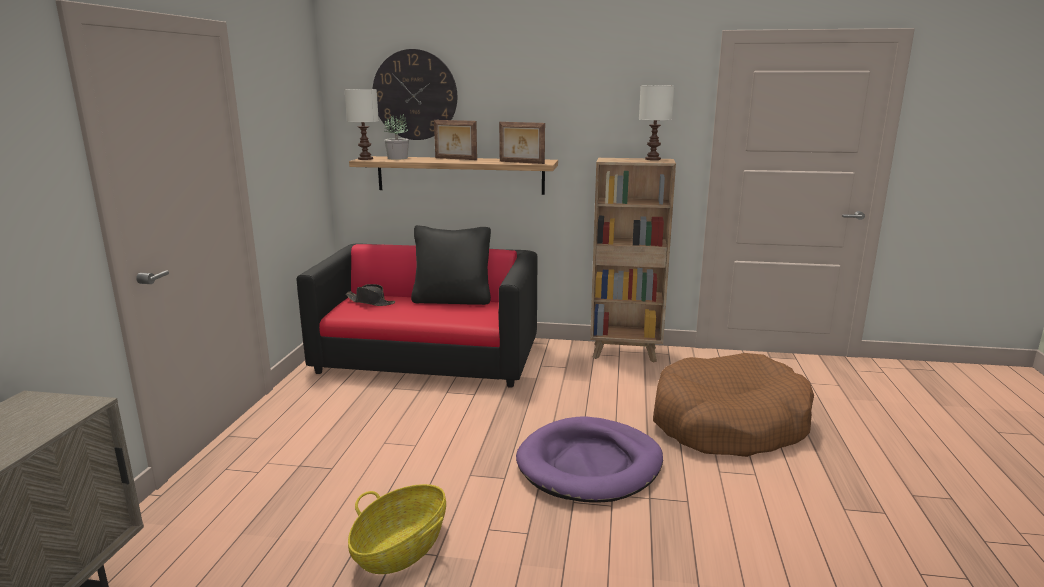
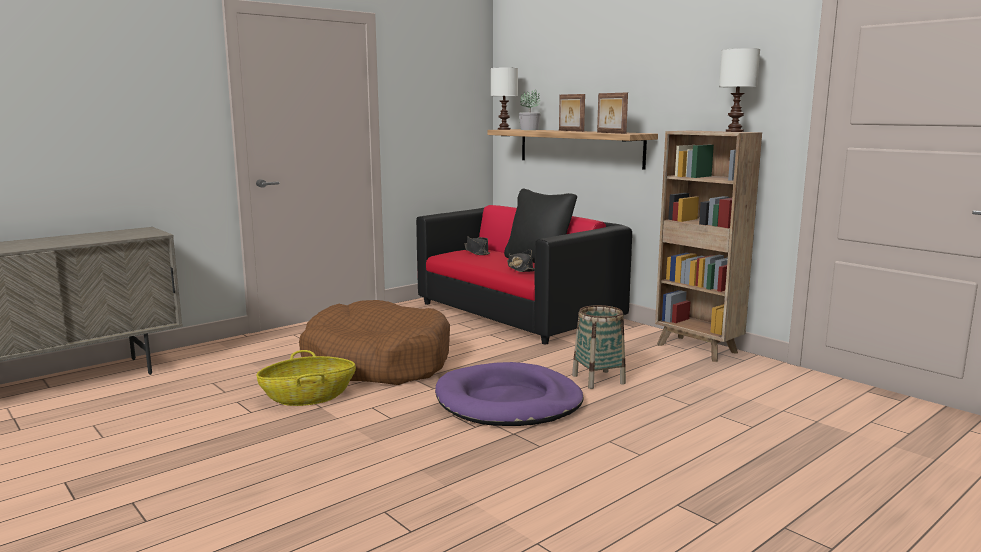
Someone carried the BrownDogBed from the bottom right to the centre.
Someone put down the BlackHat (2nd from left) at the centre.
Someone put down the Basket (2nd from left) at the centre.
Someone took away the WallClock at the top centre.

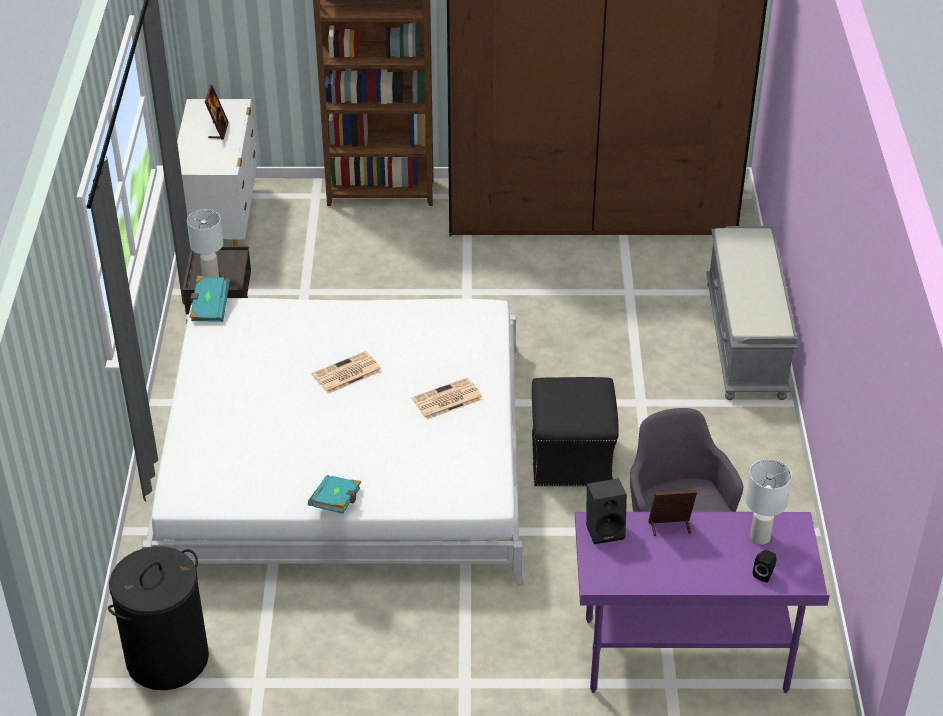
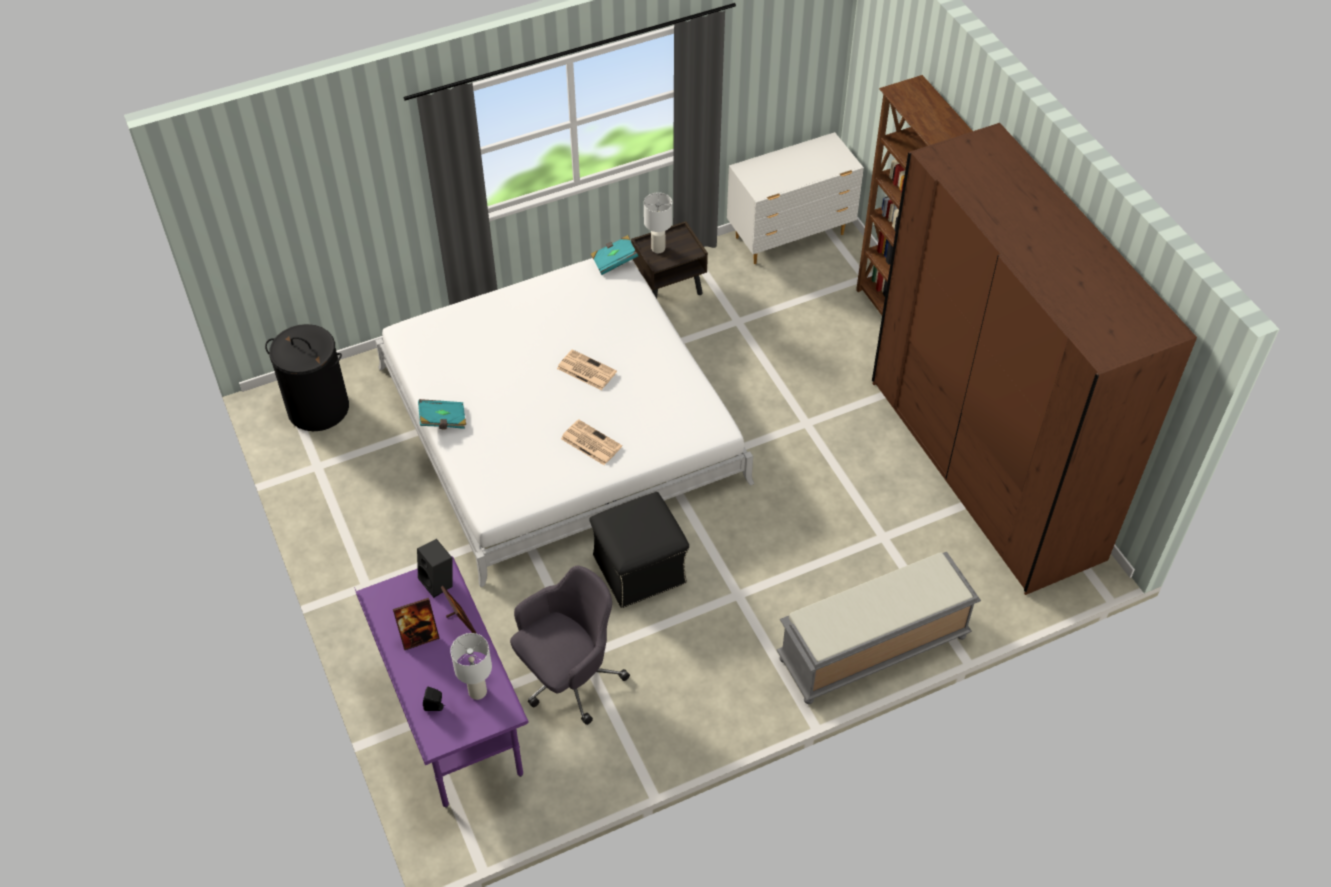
Someone carried the PictureFrame (1st from left) from the top left to the bottom left.

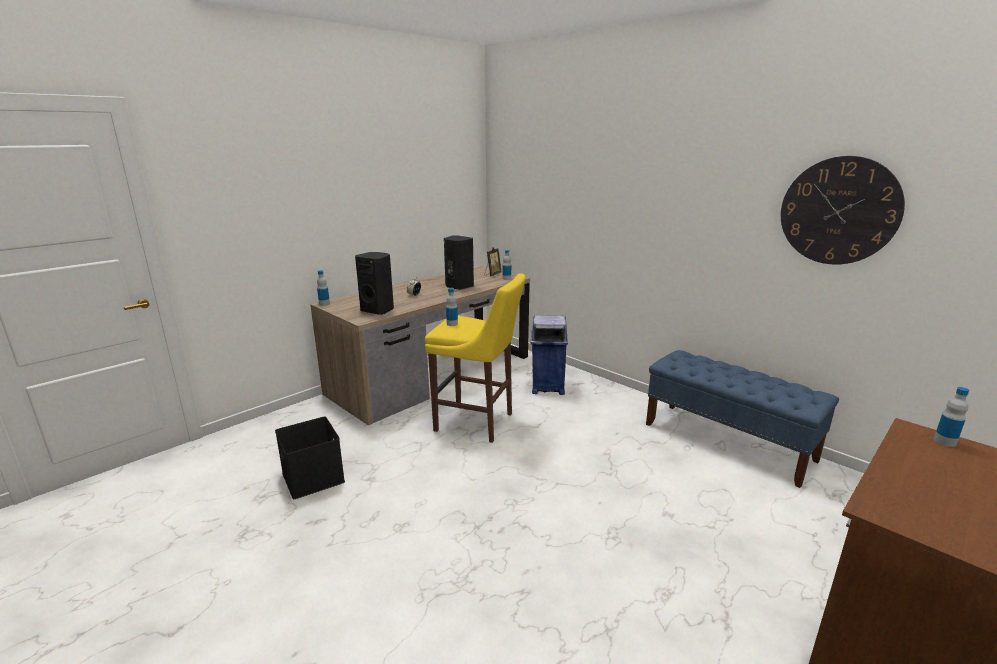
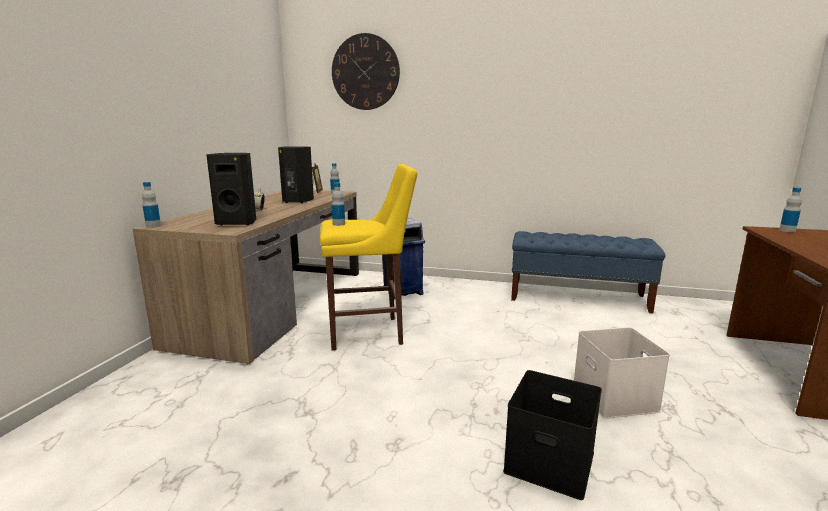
Someone carried the WallClock from the top right to the top centre.
Someone carried the BlackStorageBox from the bottom left to the bottom right.
Someone put down the WhiteStorageBox at the bottom right.

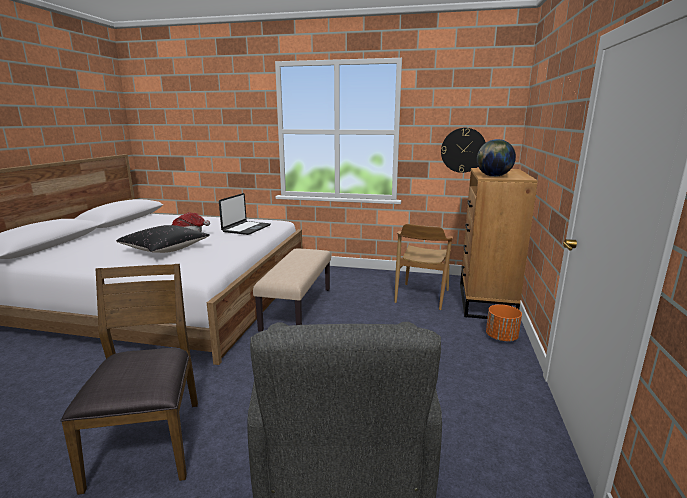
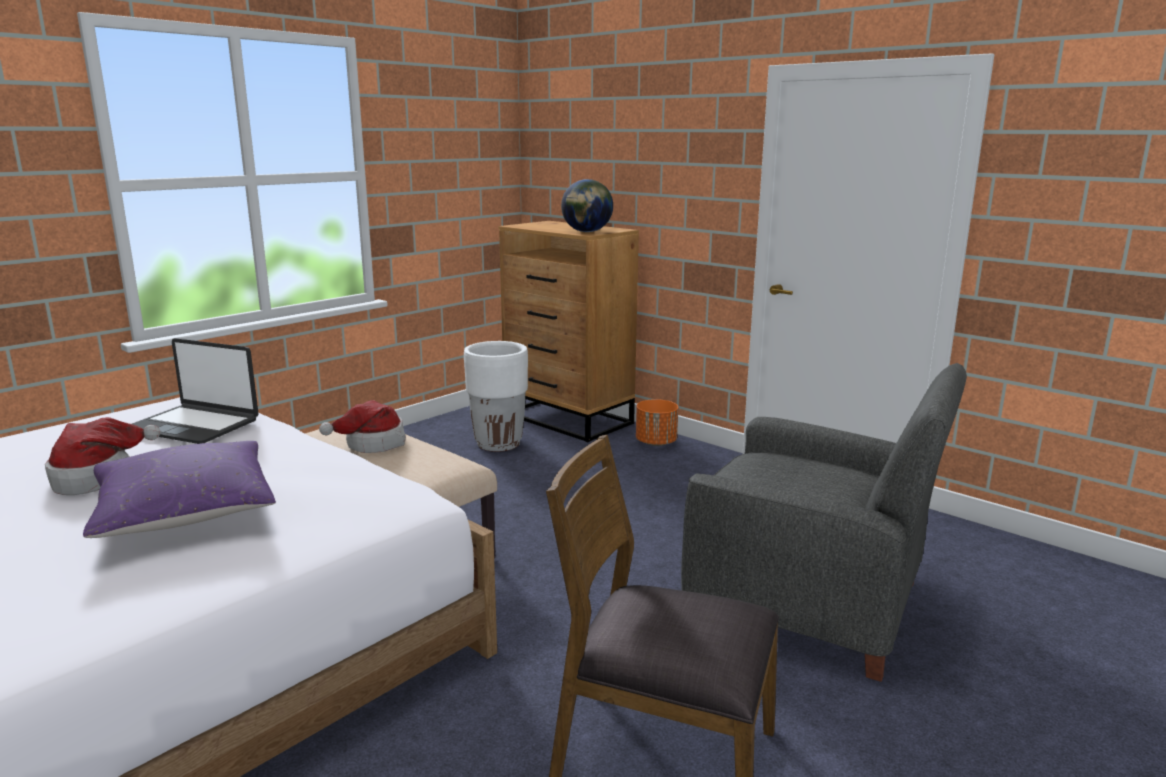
Someone repainted the BlackPillow at the middle left, which became the PurplePillow at the middle left.
Someone rotated the Laptop at the centre by 150 degrees clockwise.
Someone put down the Hat (2nd from left) at the middle left.
Someone swapped the BrownChair (2nd from left) at the centre for the WhitePlanter at the centre.
Someone took away the WallClock at the top right.

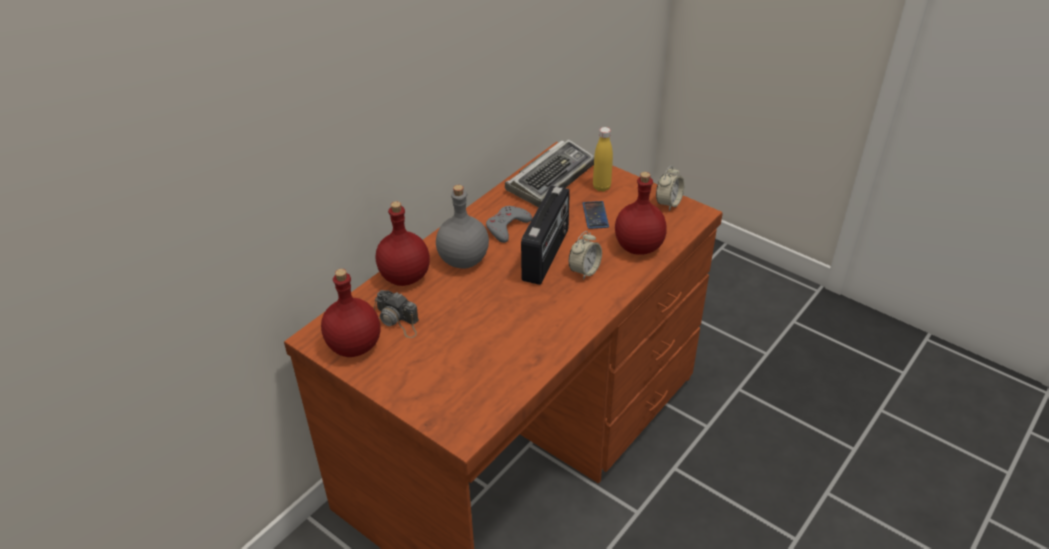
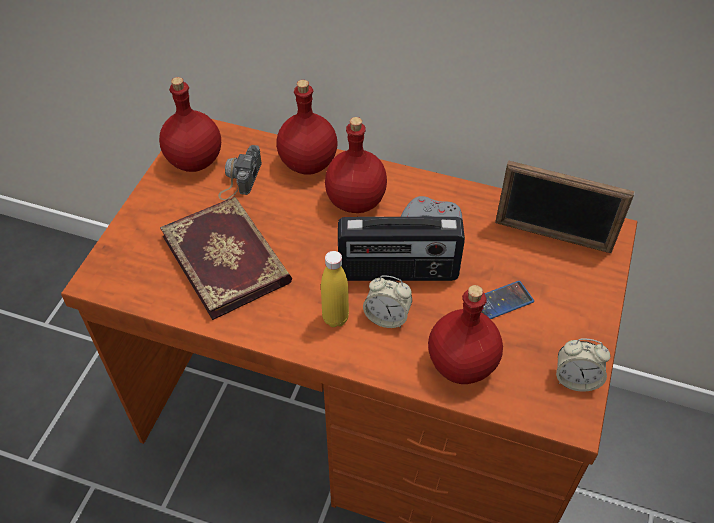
Someone put down the Book at the middle left.
Someone carried the YellowBottle from the top centre to the centre.
Someone repainted the GreyBottle at the centre, which became the RedBottle (3rd from left) at the top centre.
Someone swapped the Keyboard at the top centre for the PictureFrame at the middle right.

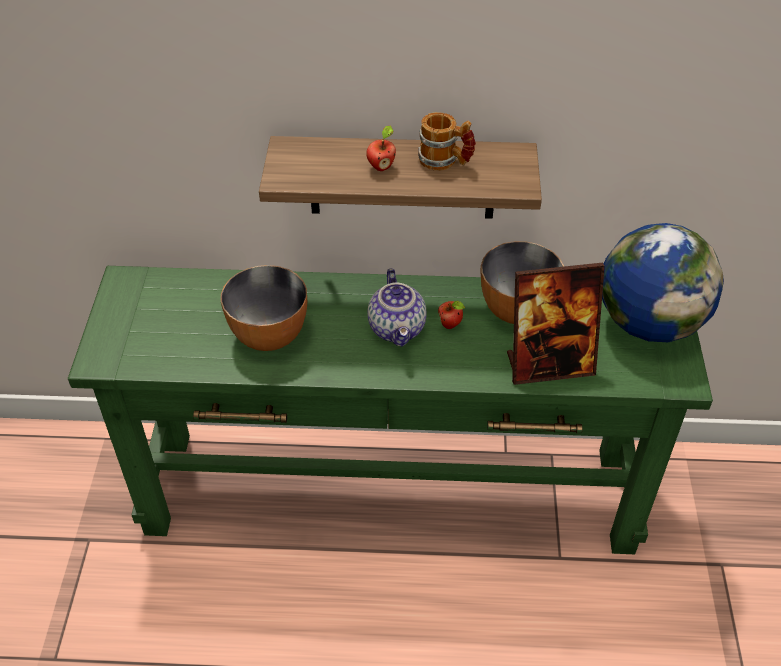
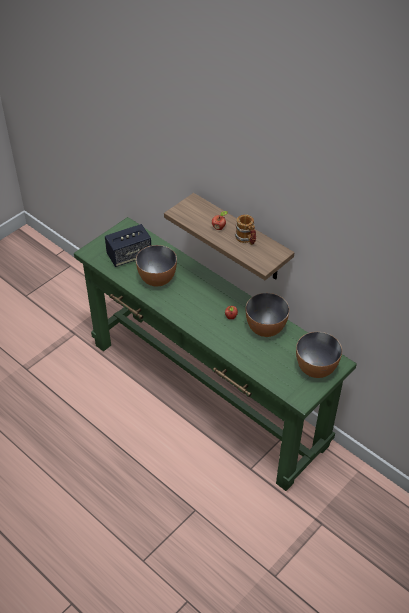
Someone put down the Speaker at the middle left.
Someone swapped the Globe at the middle right for the Bowl (3rd from left) at the middle right.
Someone took away the Teapot at the centre.
Someone took away the PictureFrame at the middle right.

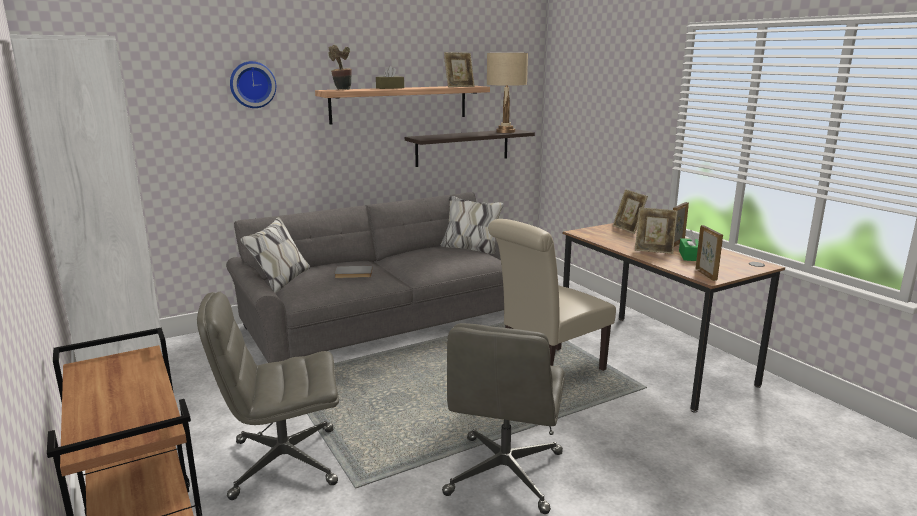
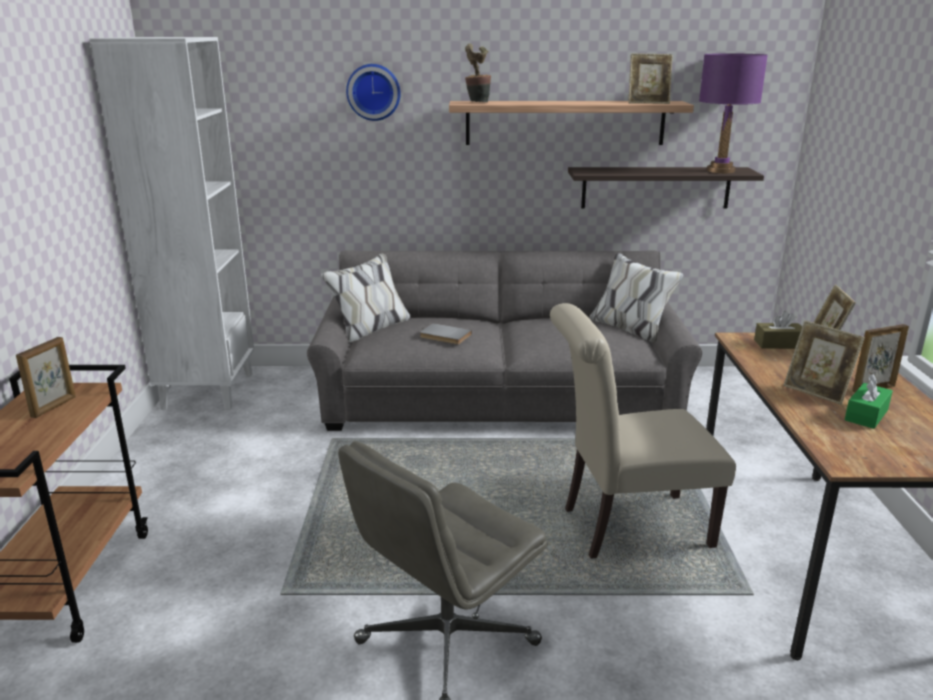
Someone carried the PictureFrame (5th from left in the first image) from the middle right to the middle left.
Someone repainted the BeigeTableLamp at the top centre, which became the PurpleTableLamp at the top right.
Someone carried the BrownTissueBox from the top centre to the middle right.
Someone took away the GreyOfficeChair (1st from left) at the bottom left.

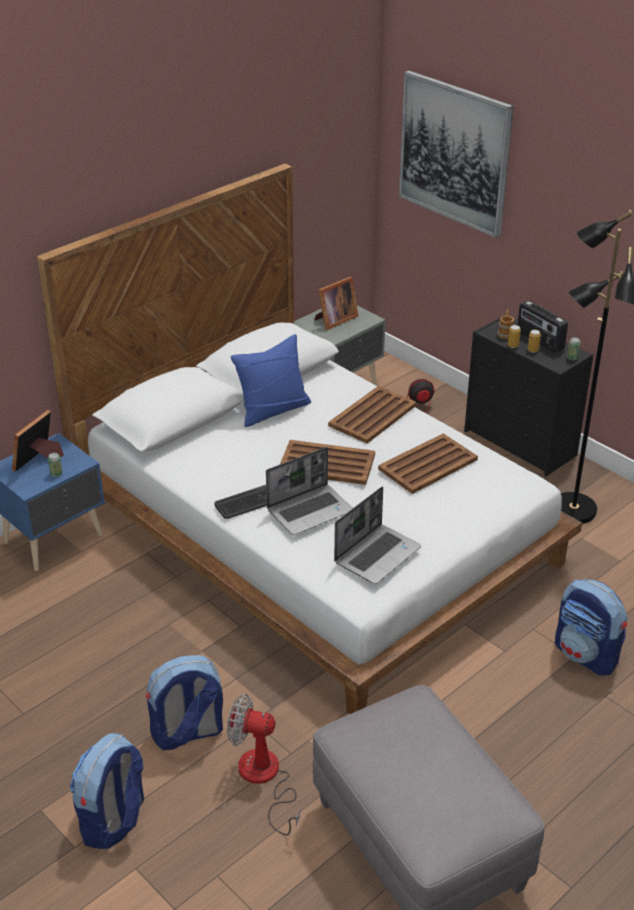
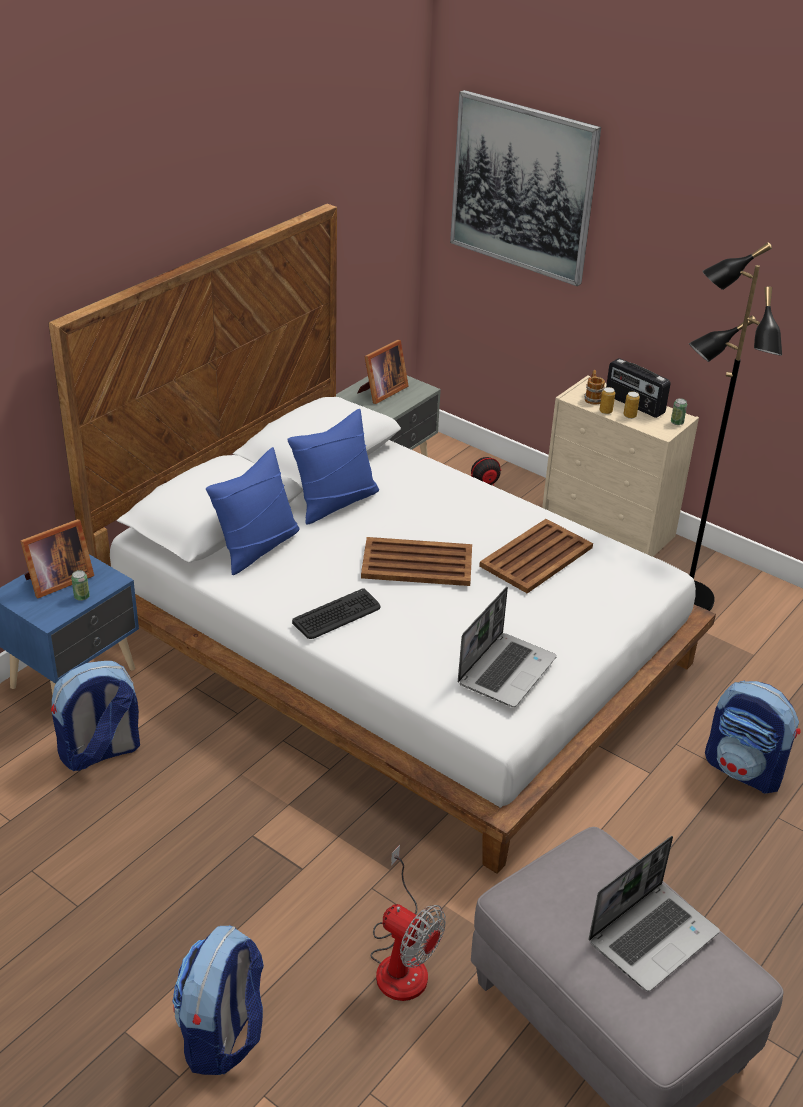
Someone rotated the PictureFrame (1st from left) at the middle left by 150 degrees counterclockwise.
Someone carried the Backpack (2nd from left in the first image) from the bottom left to the middle left.
Someone put down the BluePillow (1st from left) at the middle left.
Someone rotated the Fan (1st from left) at the bottom centre by 150 degrees counterclockwise.
Someone repainted the BlackDresser at the middle right, which became the BeigeDresser at the middle right.
Someone carried the Laptop (1st from left in the first image) from the centre to the bottom right.
Someone took away the BrownTray (2nd from left) at the centre.

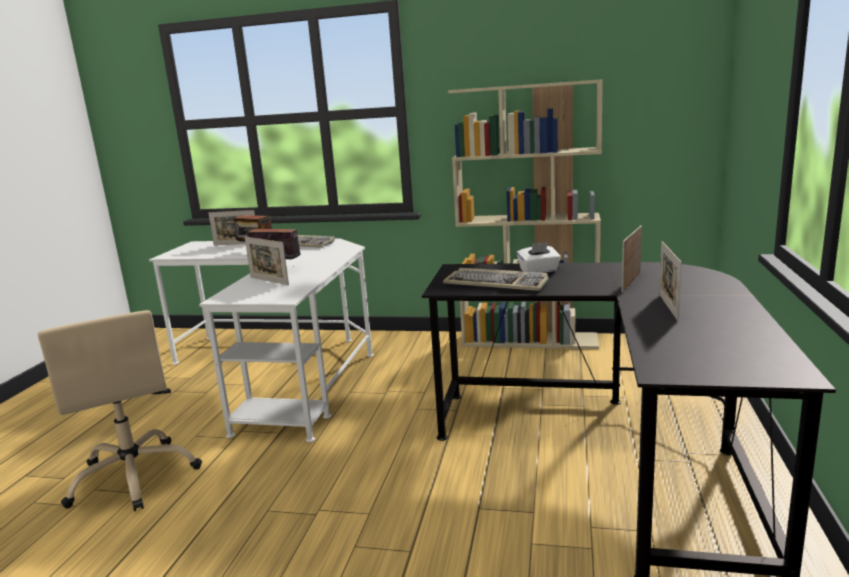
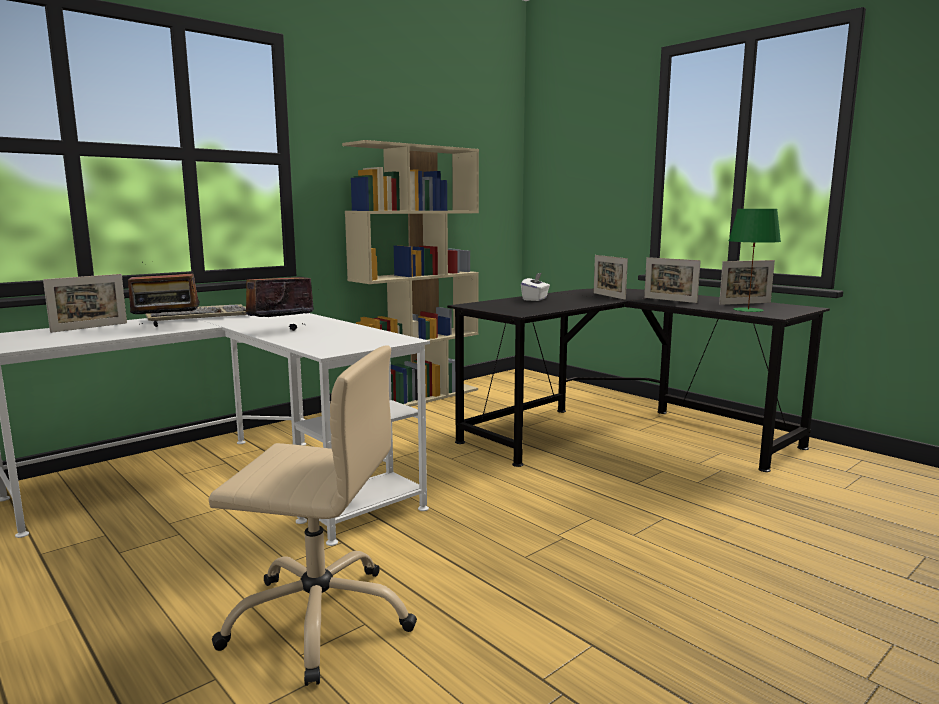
Someone carried the PictureFrame (2nd from left in the first image) from the middle left to the middle right.
Someone put down the GreenTableLamp at the middle right.
Someone took away the Keyboard (2nd from left) at the centre.

